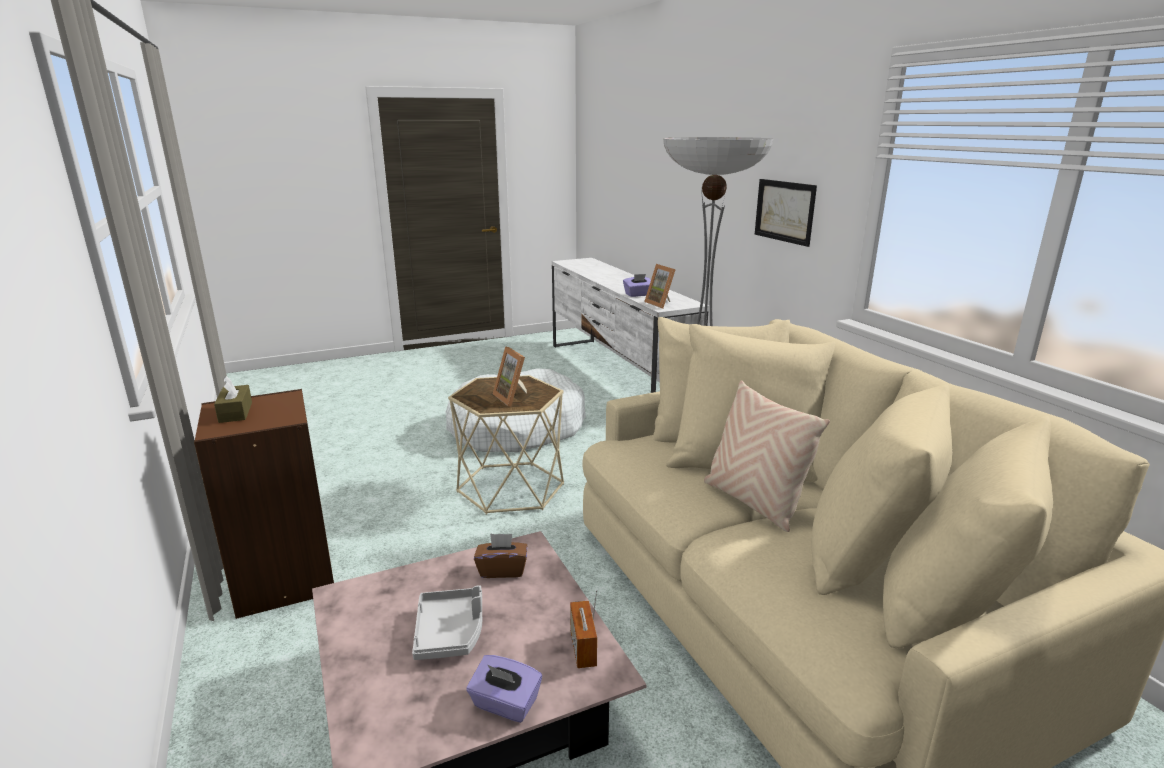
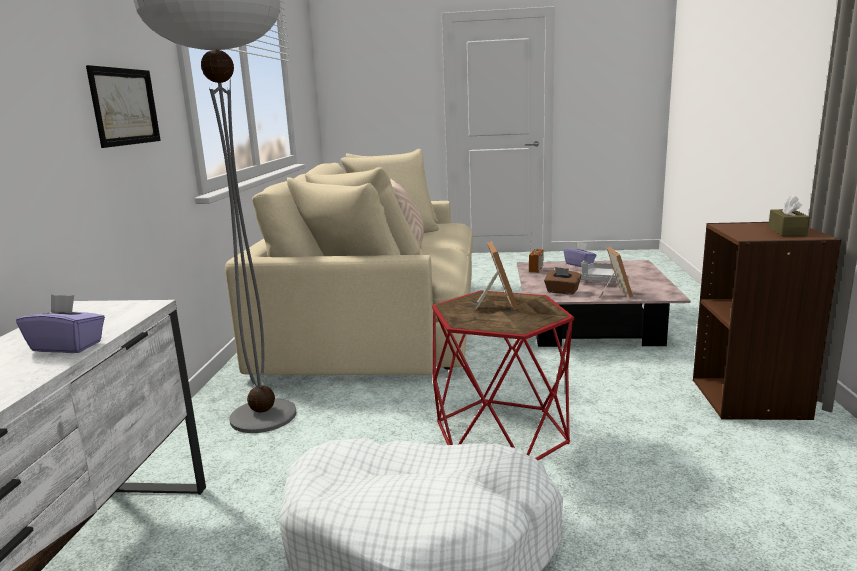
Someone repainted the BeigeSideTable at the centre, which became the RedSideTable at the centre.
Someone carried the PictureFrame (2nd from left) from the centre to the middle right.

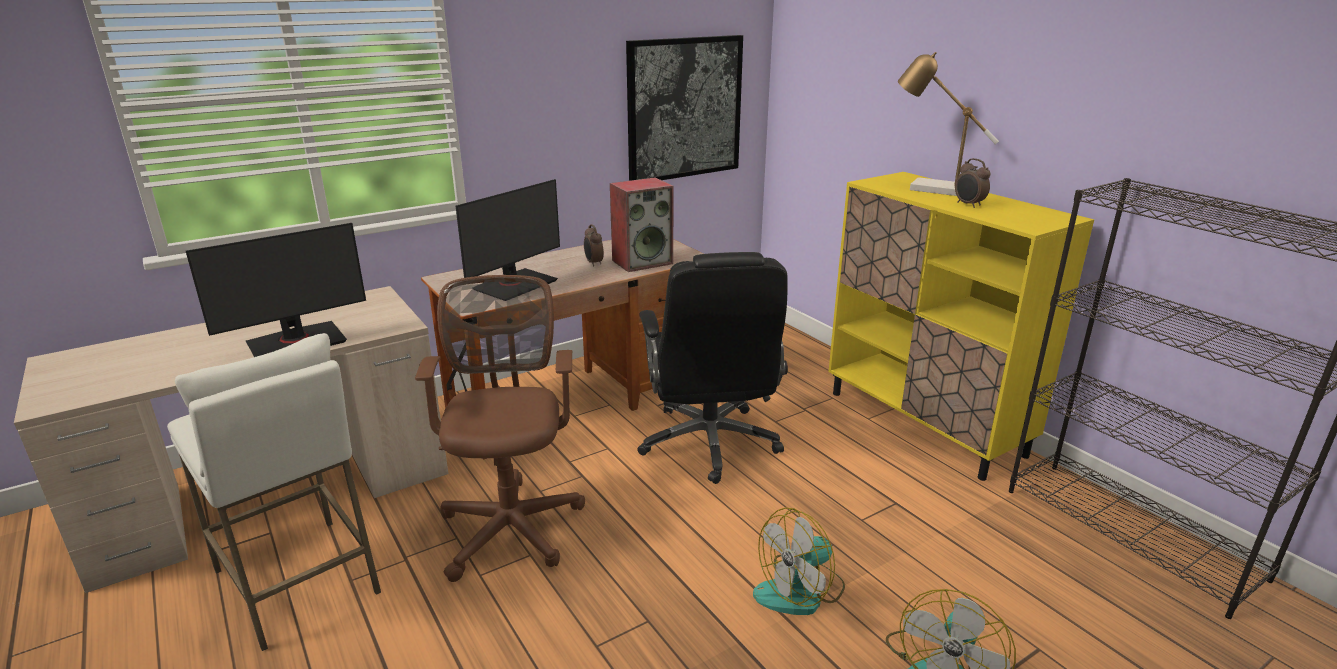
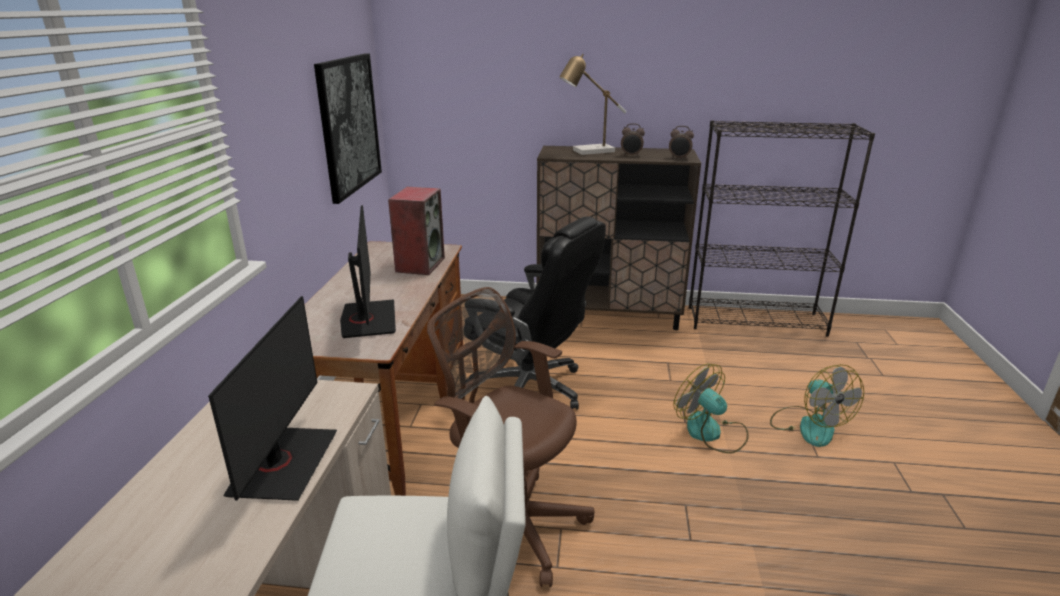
Someone repainted the YellowCabinet at the middle right, which became the BrownCabinet at the centre.
Someone carried the AlarmClock (1st from left in the first image) from the centre to the top centre.
Someone rotated the Fan (1st from left) at the bottom centre by 135 degrees clockwise.

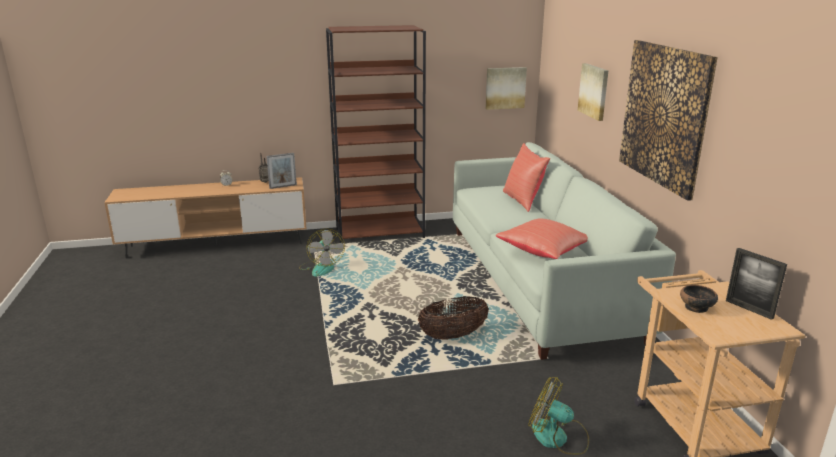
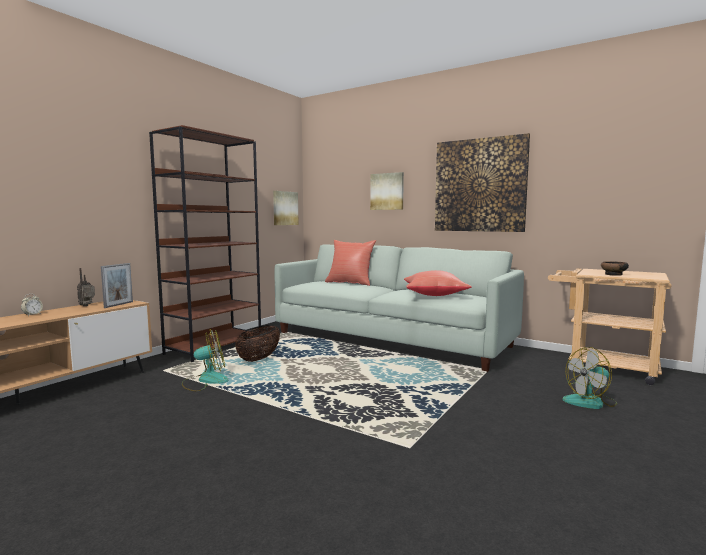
Someone rotated the Fan (1st from left) at the centre by 45 degrees counterclockwise.
Someone carried the Basket from the bottom centre to the centre.
Someone took away the PictureFrame (2nd from left) at the middle right.

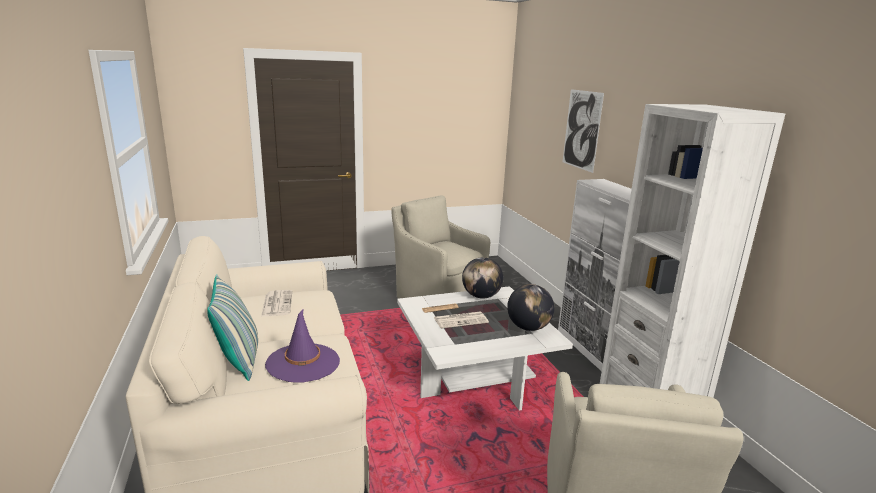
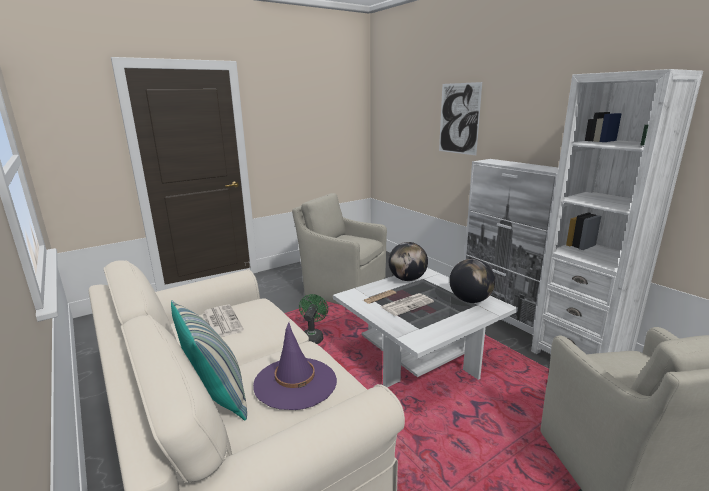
Someone put down the GreenFan at the centre.

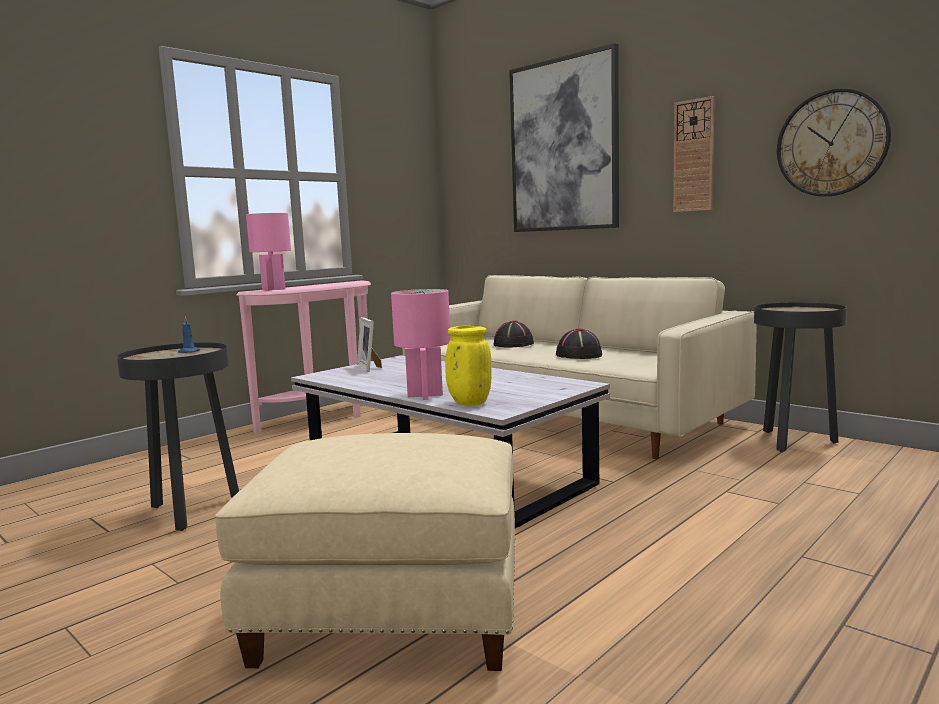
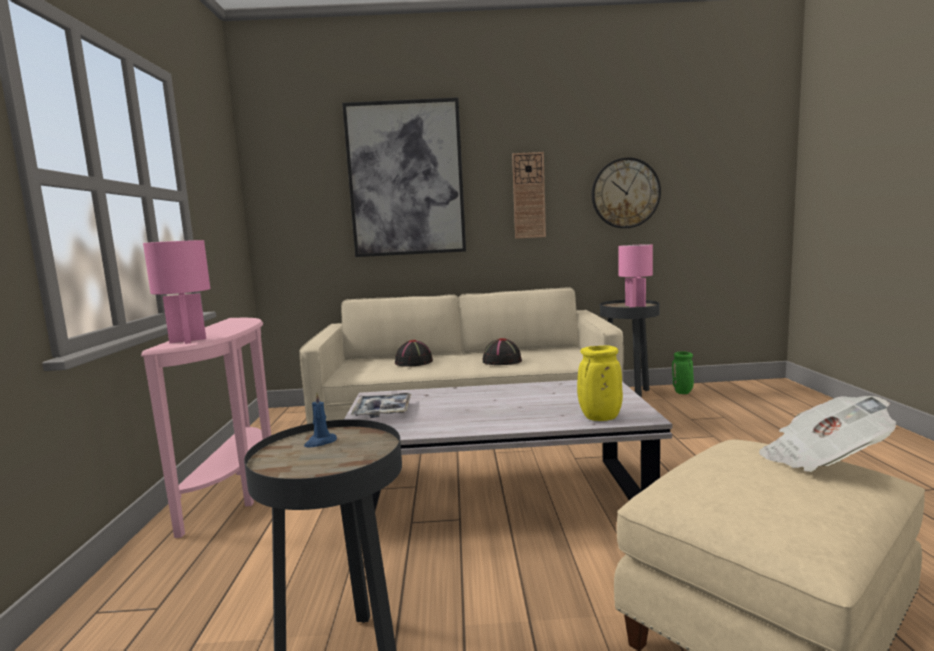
Someone swapped the PictureFrame at the centre for the Tray at the centre.
Someone carried the PinkTableLamp (2nd from left) from the centre to the middle right.
Someone put down the GreenVase at the middle right.
Someone put down the Newspaper at the bottom right.

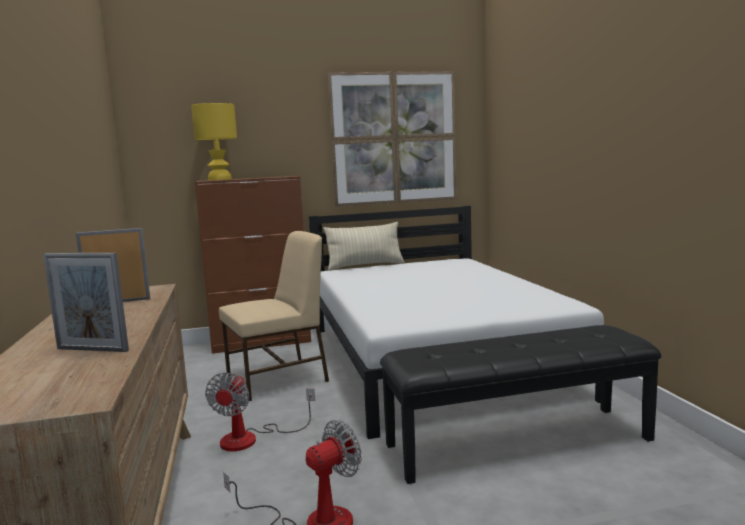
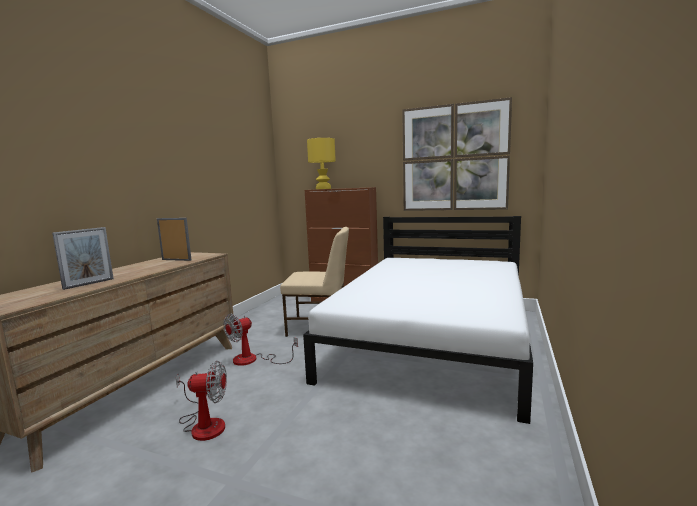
Someone rotated the PictureFrame (1st from left) at the middle left by 105 degrees counterclockwise.
Someone took away the BeigePillow at the centre.
Someone took away the BlackBench at the bottom right.

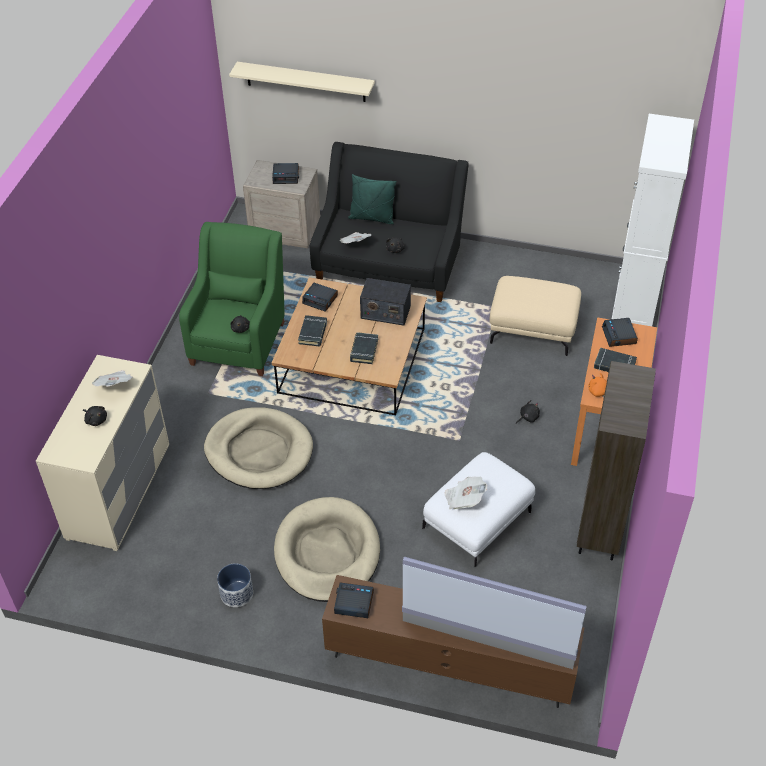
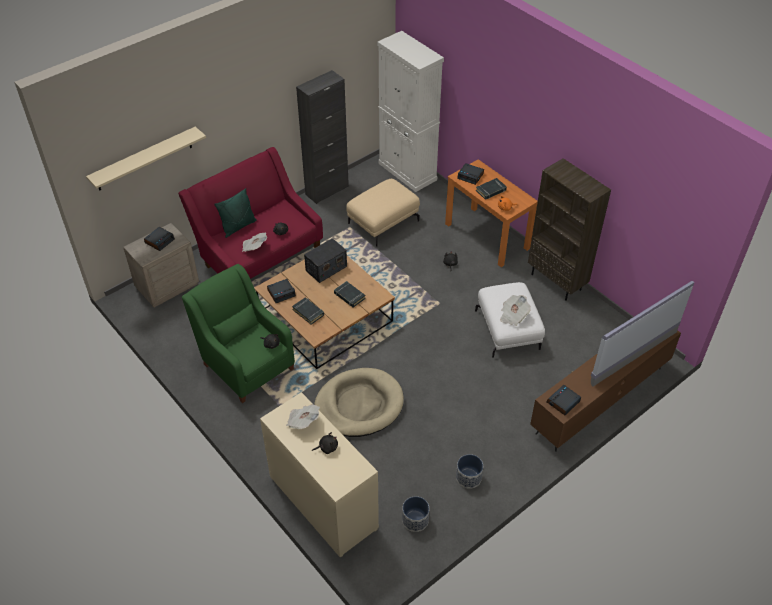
Someone repainted the BlackSofa at the top centre, which became the RedSofa at the middle left.
Someone put down the BlackCabinet at the top centre.
Someone put down the Planter (1st from left) at the bottom centre.
Someone took away the BeigeDogBed (2nd from left) at the bottom centre.

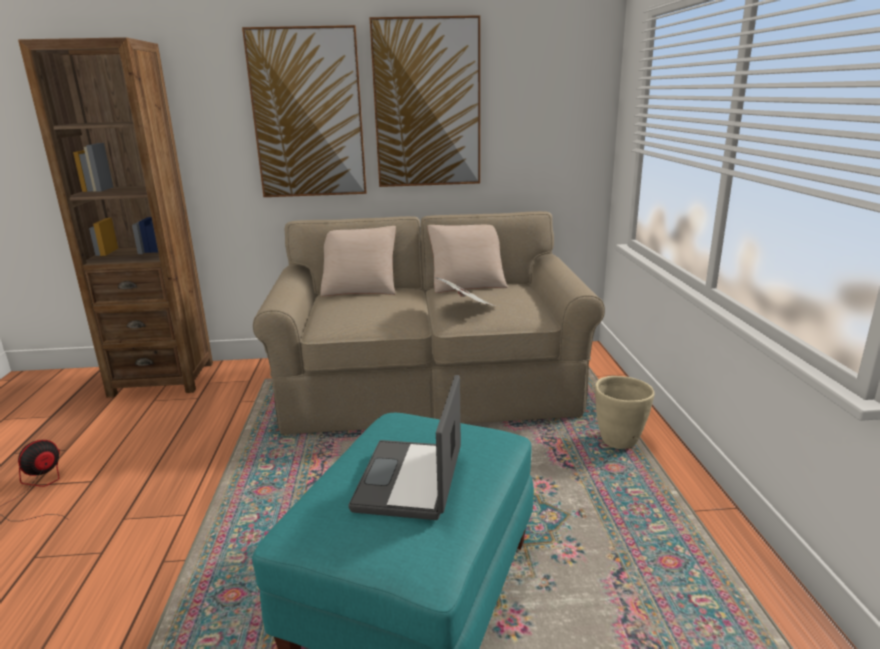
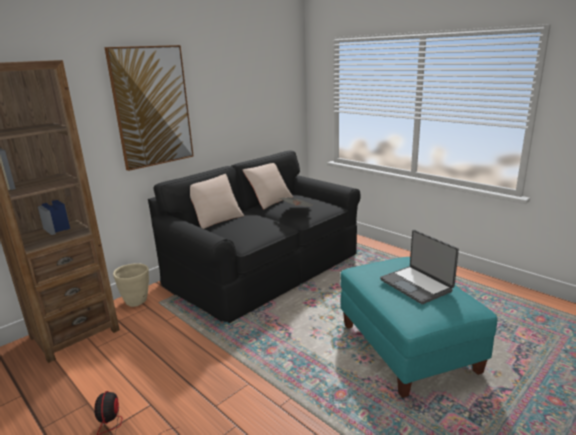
Someone carried the BeigePlanter from the middle right to the middle left.
Someone repainted the BeigeSofa at the centre, which became the BlackSofa at the centre.
Someone took away the Picture (2nd from left) at the top centre.

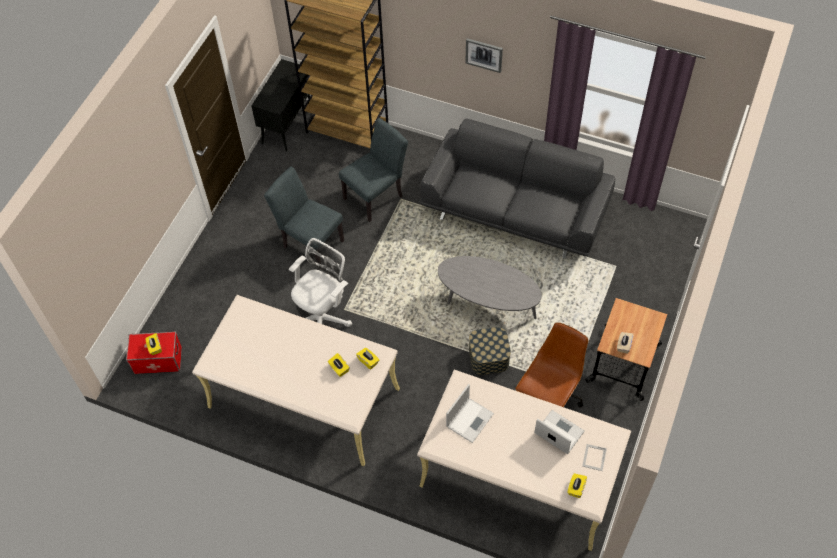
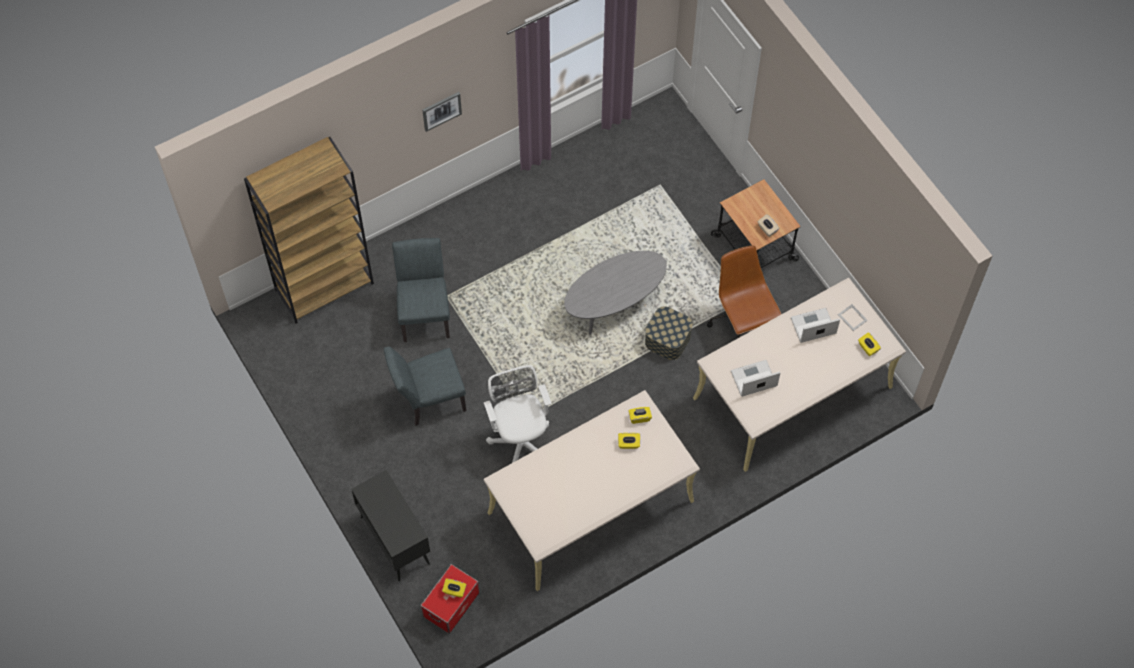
Someone carried the BlackCabinet from the top centre to the bottom centre.
Someone rotated the Laptop (1st from left) at the bottom centre by 90 degrees counterclockwise.
Someone took away the GreySofa at the centre.

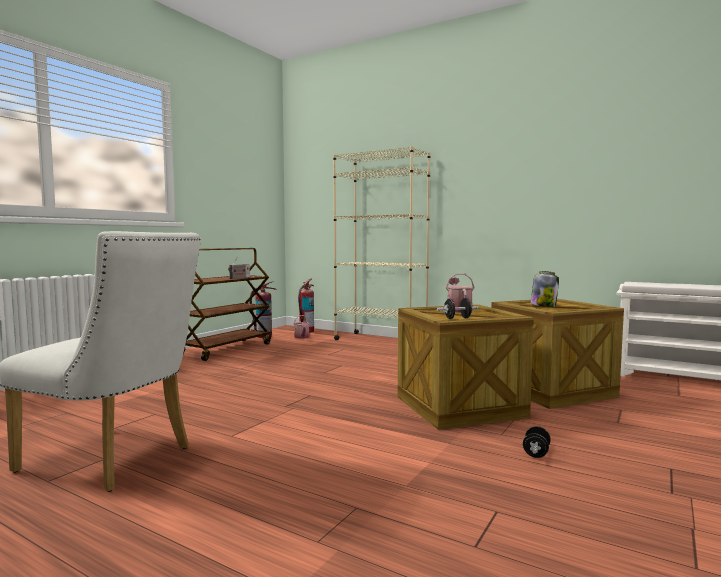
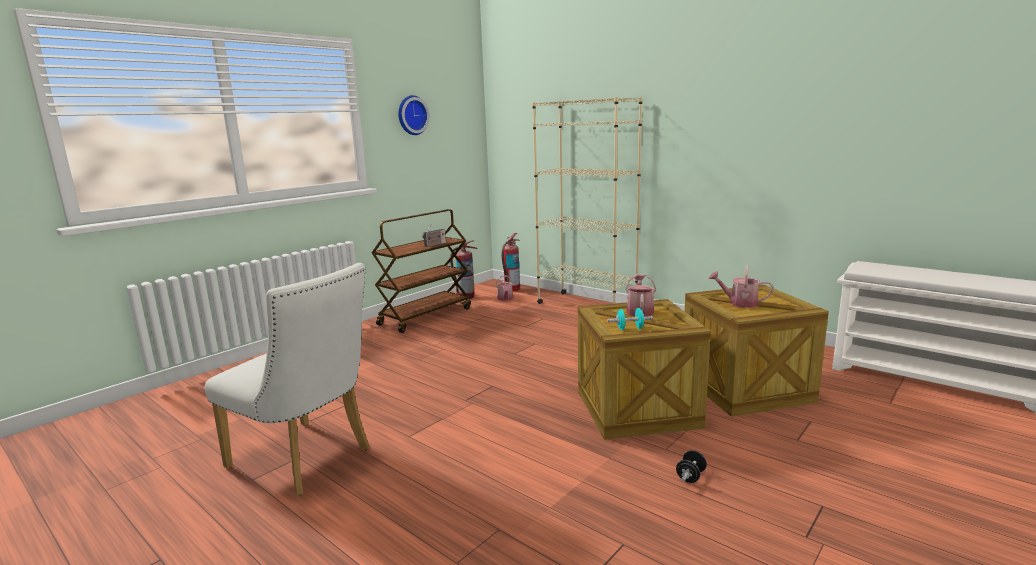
Someone put up the WallClock at the top centre.
Someone repainted the BlackDumbbell (1st from left) at the centre, which became the TurquoiseDumbbell at the centre.
Someone swapped the Jar at the middle right for the WateringCan (3rd from left) at the middle right.

